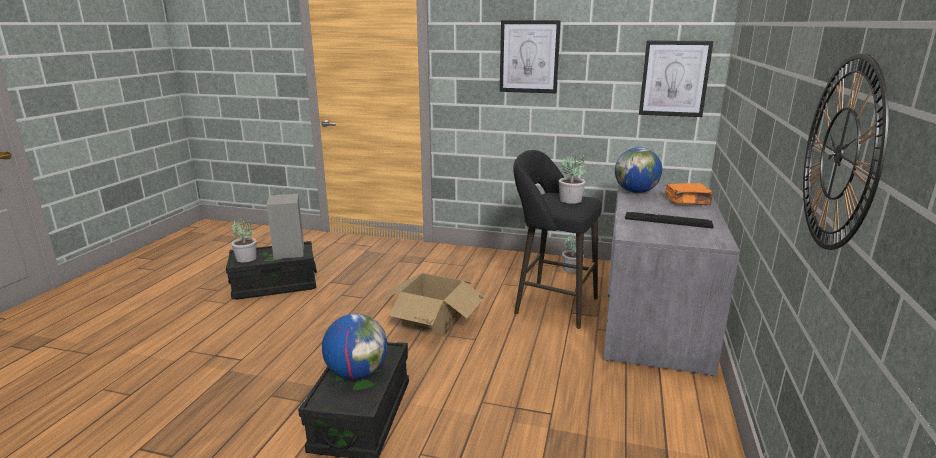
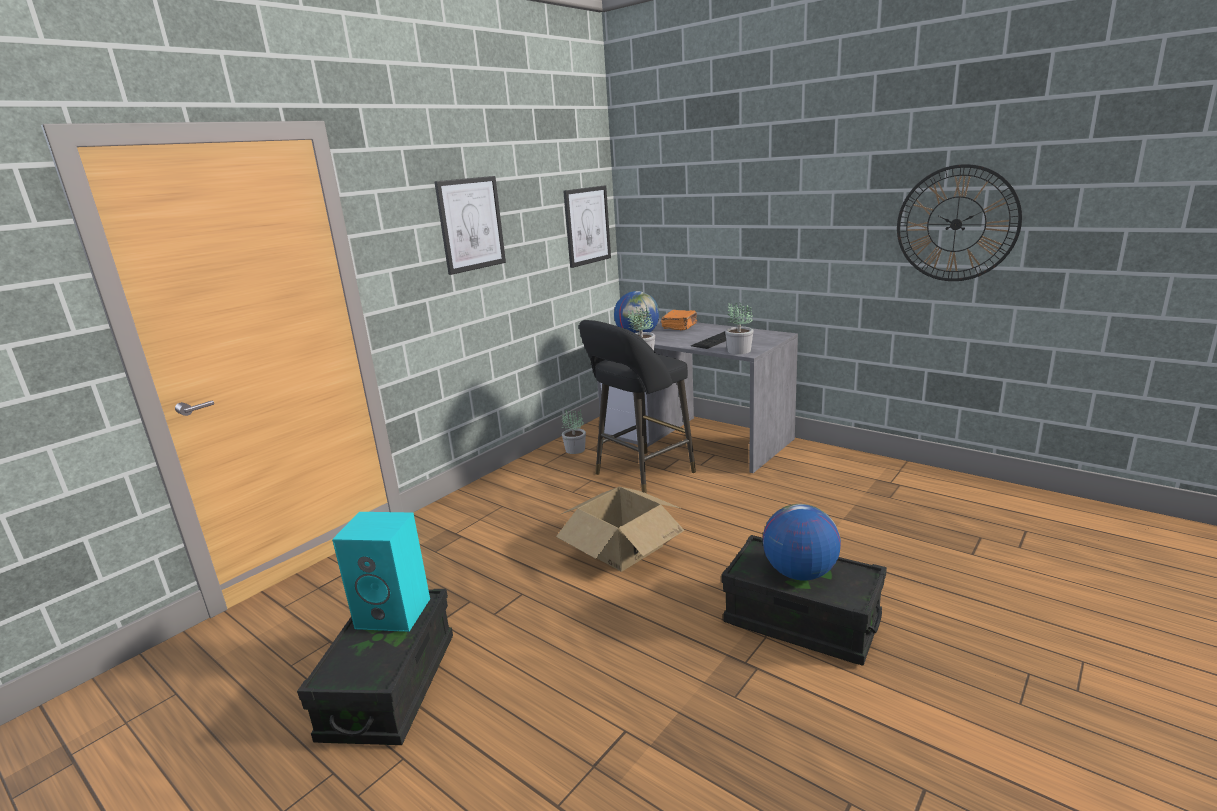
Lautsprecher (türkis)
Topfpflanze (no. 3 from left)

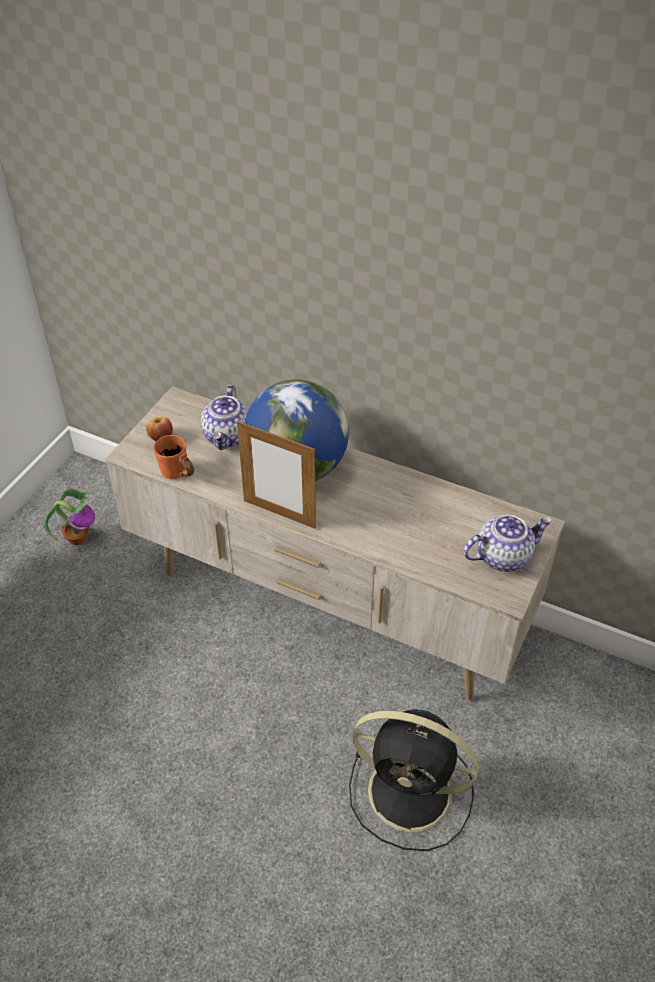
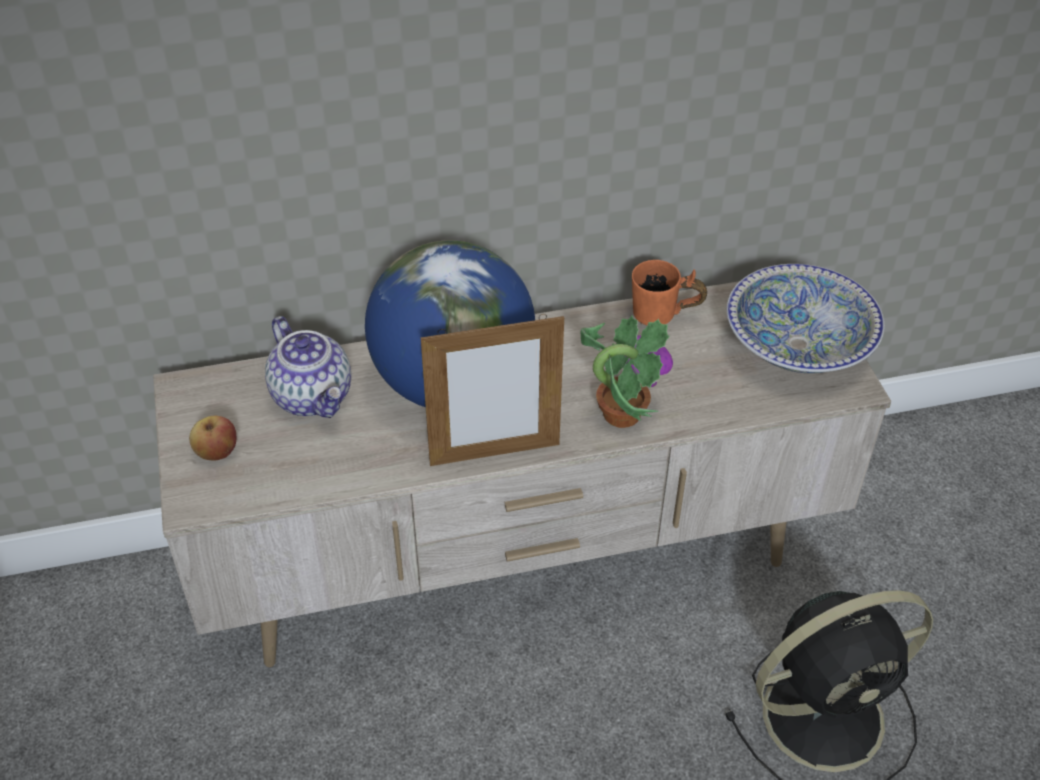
Topfpflanze
Henkelbecher (orange)
Schüssel

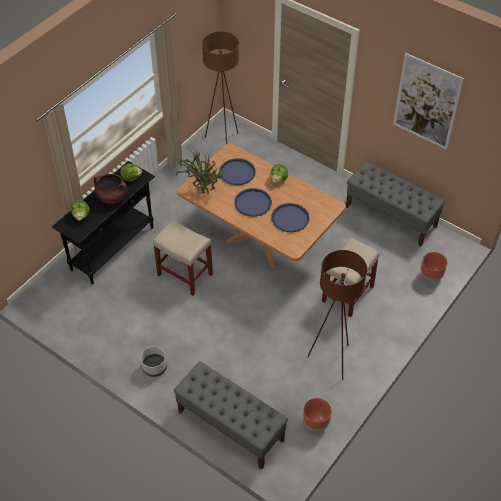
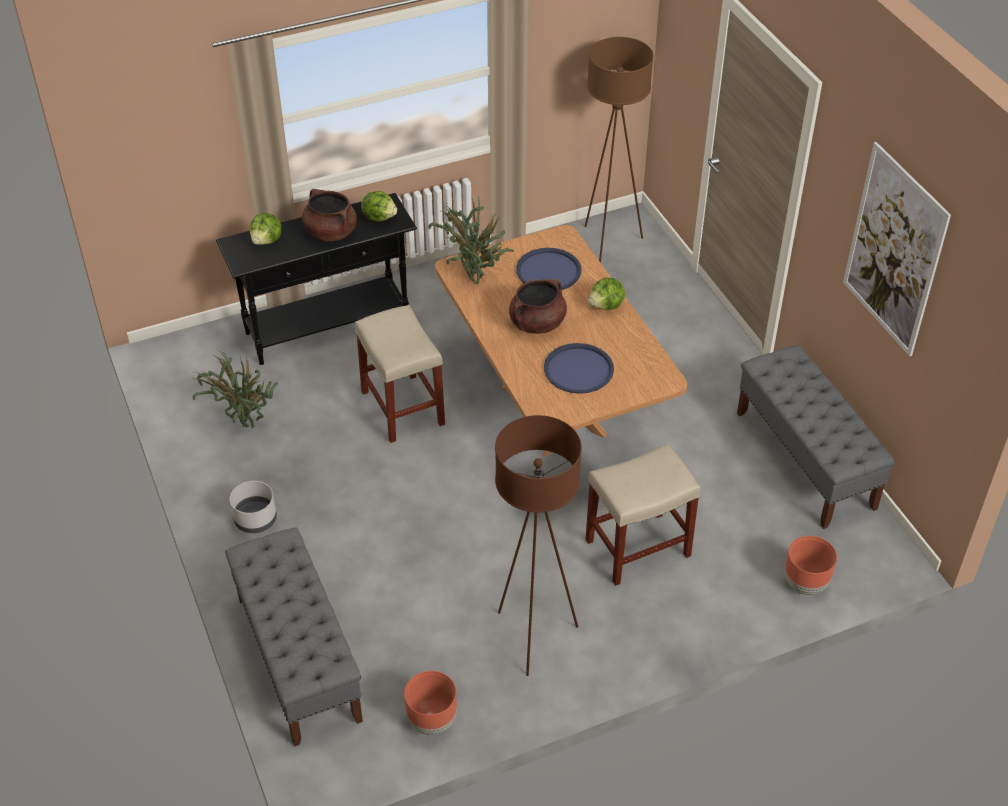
Topfpflanze (no. 1 from left)
Kochtopf (braun) (no. 2 from left)

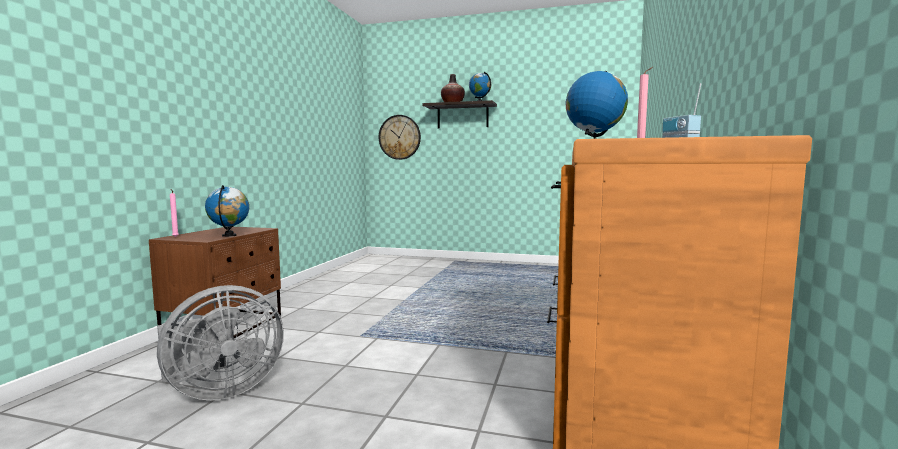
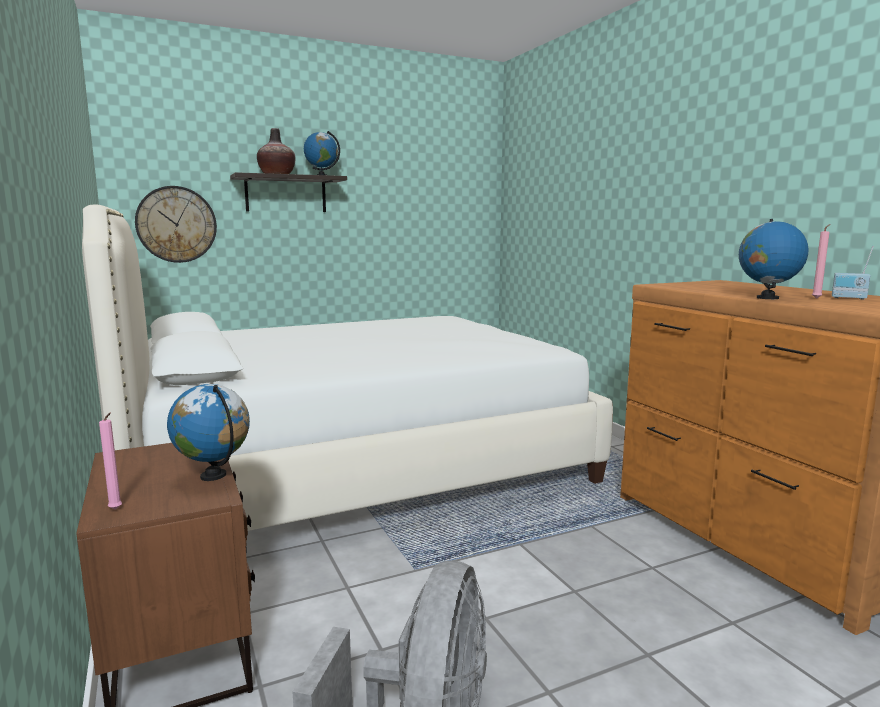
Bett (weiß)

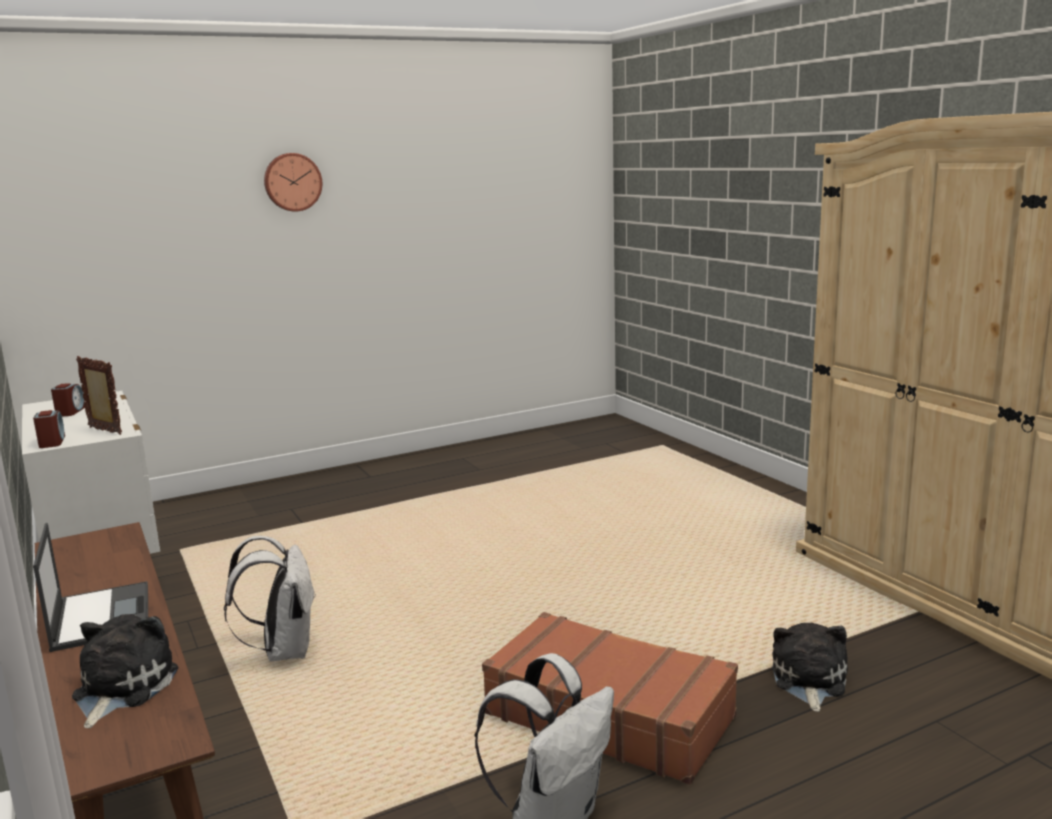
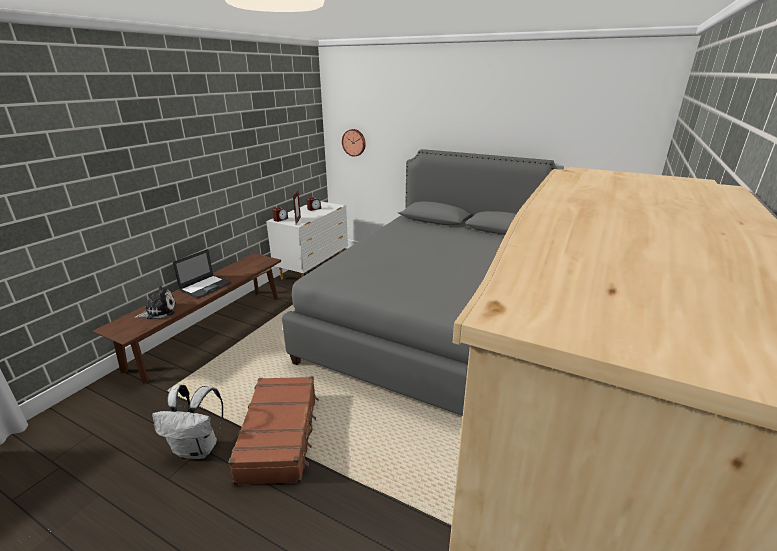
Bett (grau)
Wanduhr
Rucksack (weiß) (no. 1 from left in the first image)
Plüschtier (no. 2 from left in the first image)

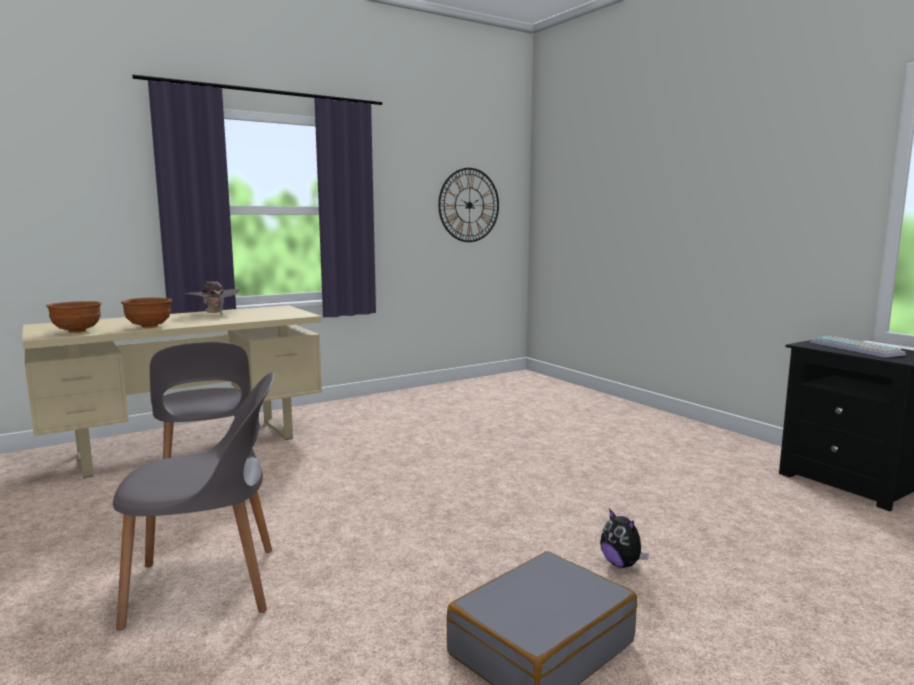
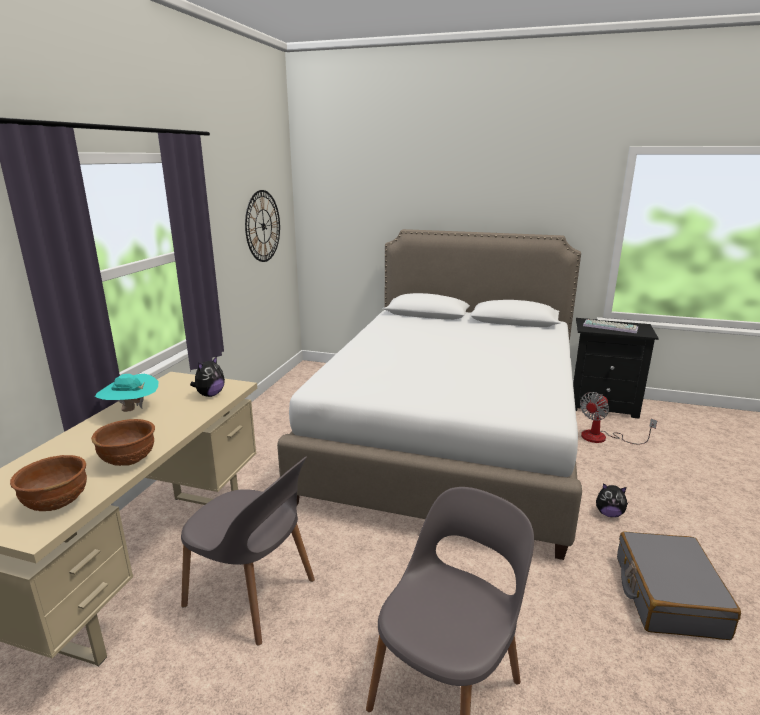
Hut (türkis)
Plüschtier (no. 1 from left)
Bett (weiß)
Ventilator

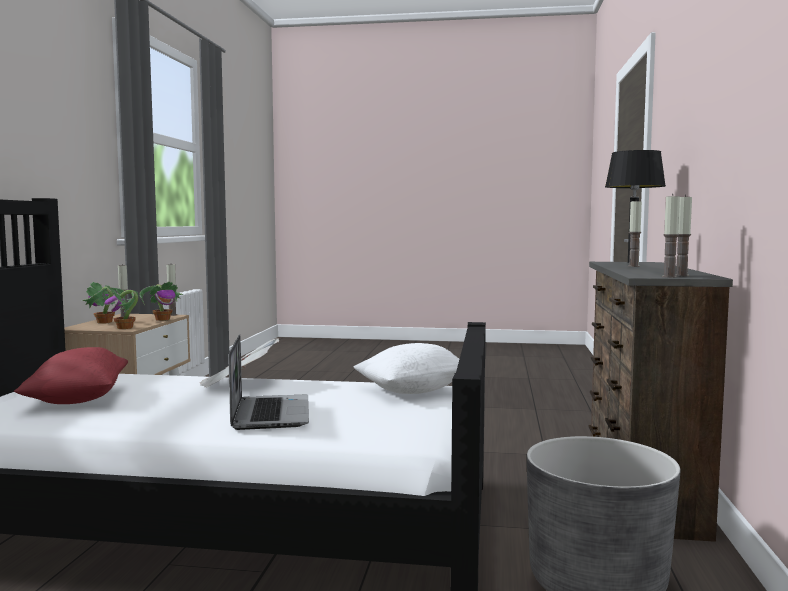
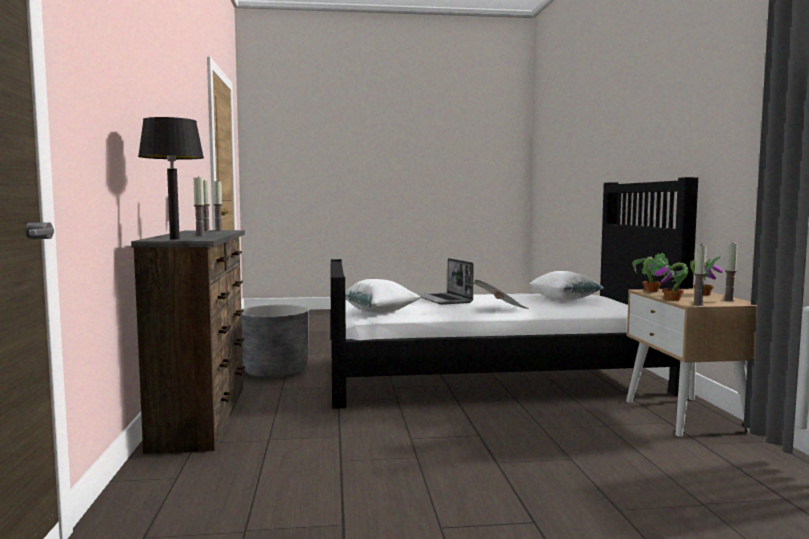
Kissen (weiß) (no. 2 from left)

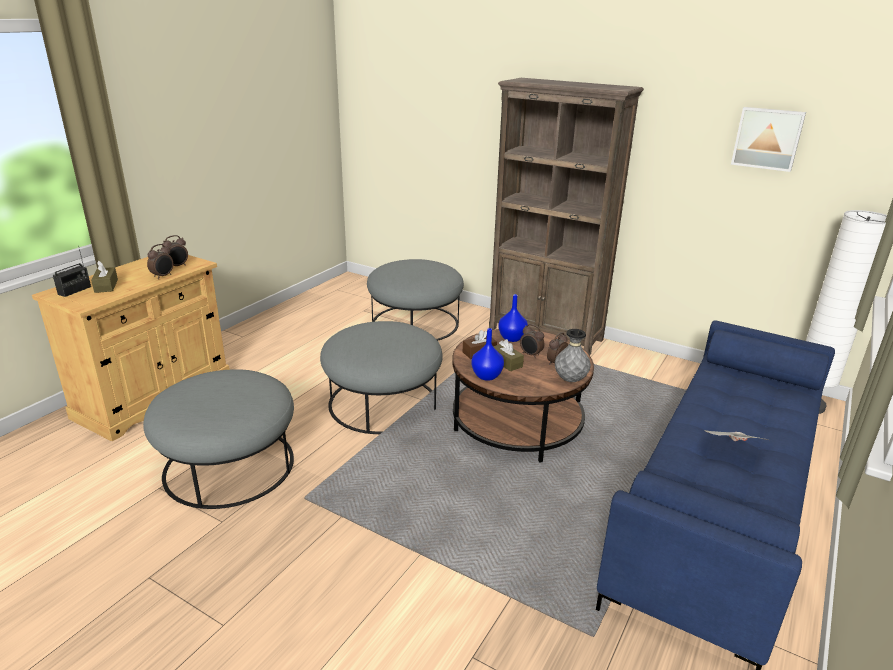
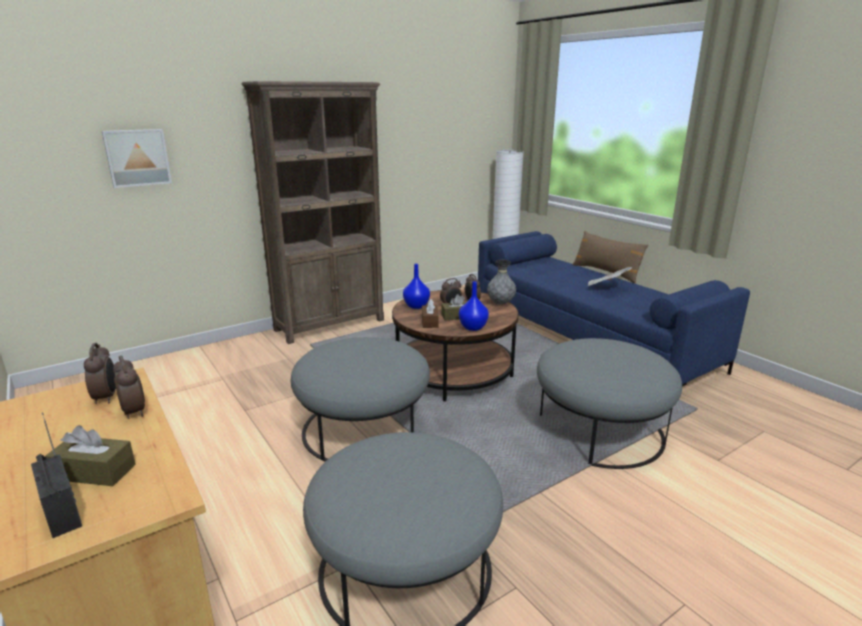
Bild
Polsterhocker (grau) (no. 3 from left)
Kissen (braun)

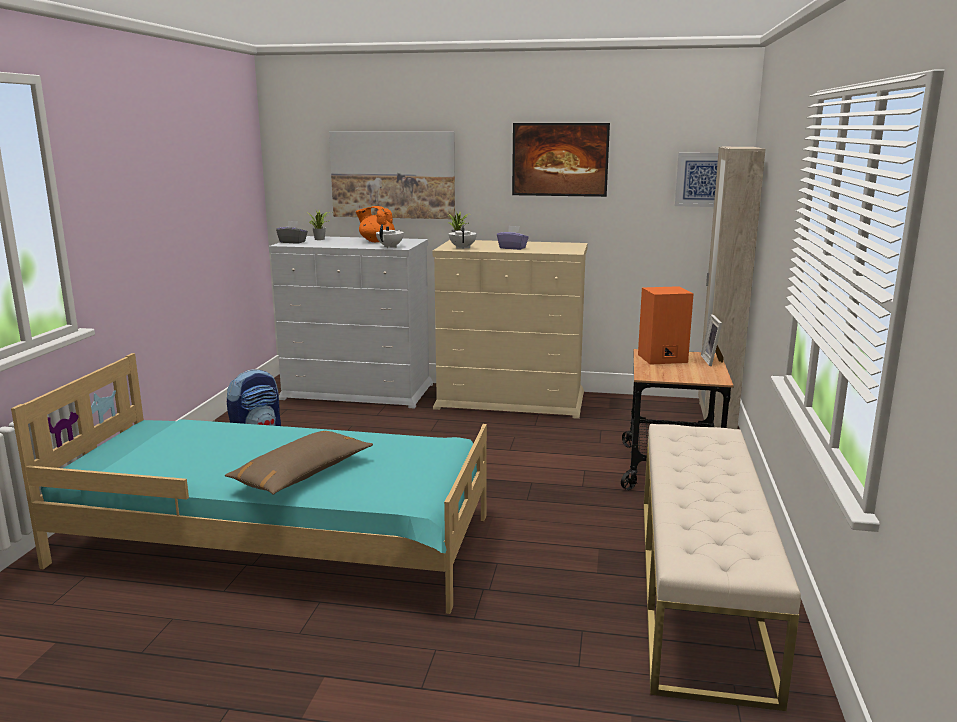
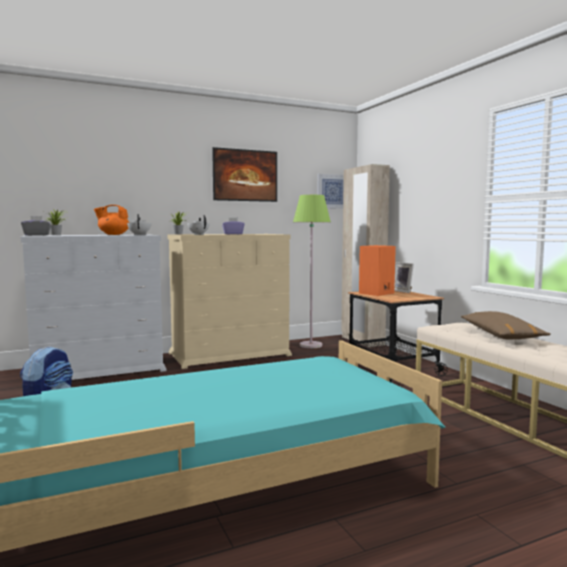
Stehlampe (grün)
Kissen (braun)
Bild (no. 1 from left in the first image)

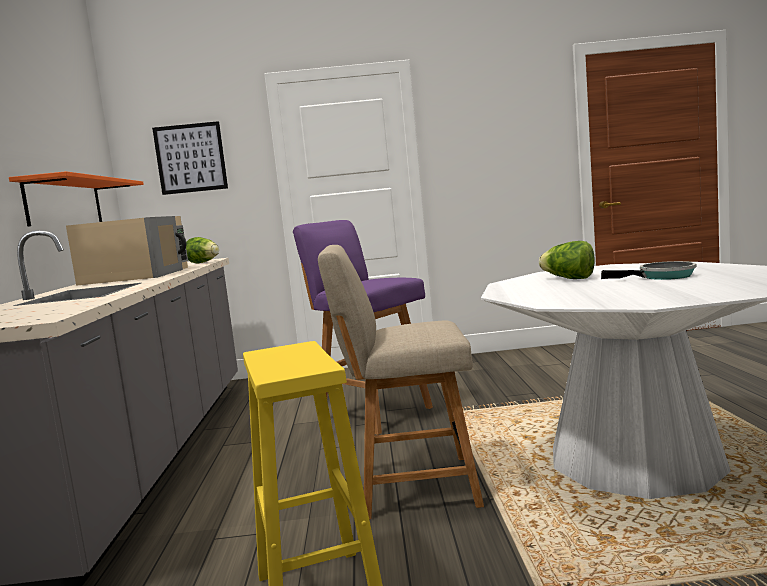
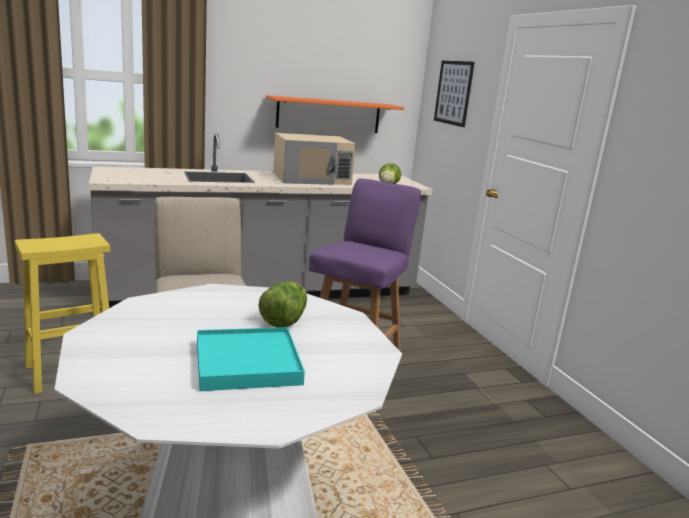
Tablett (türkis)

